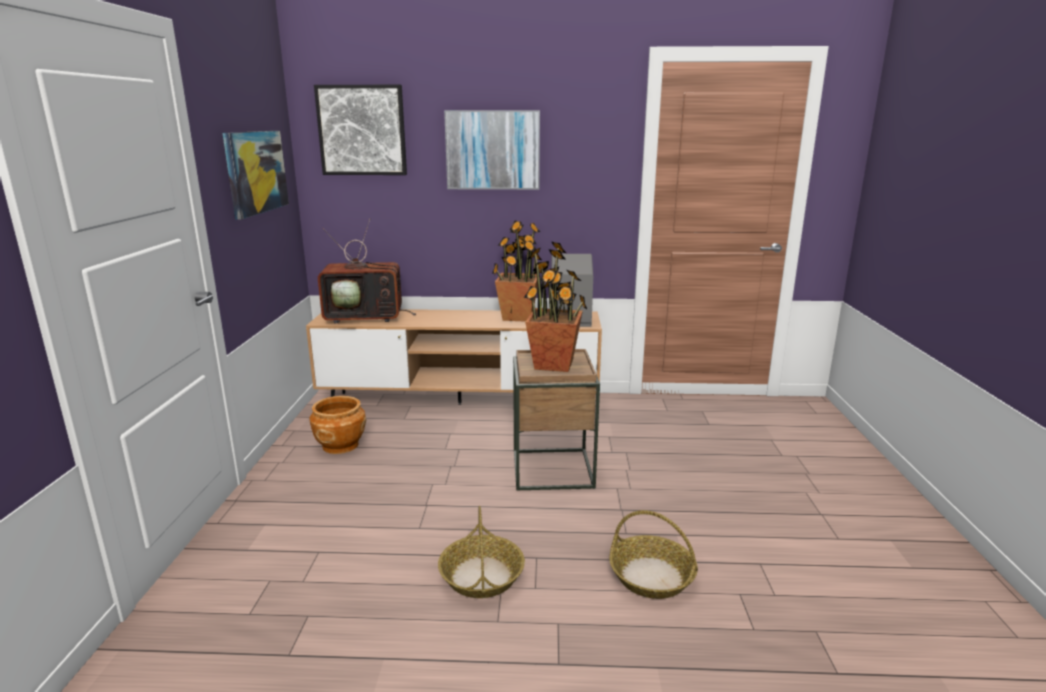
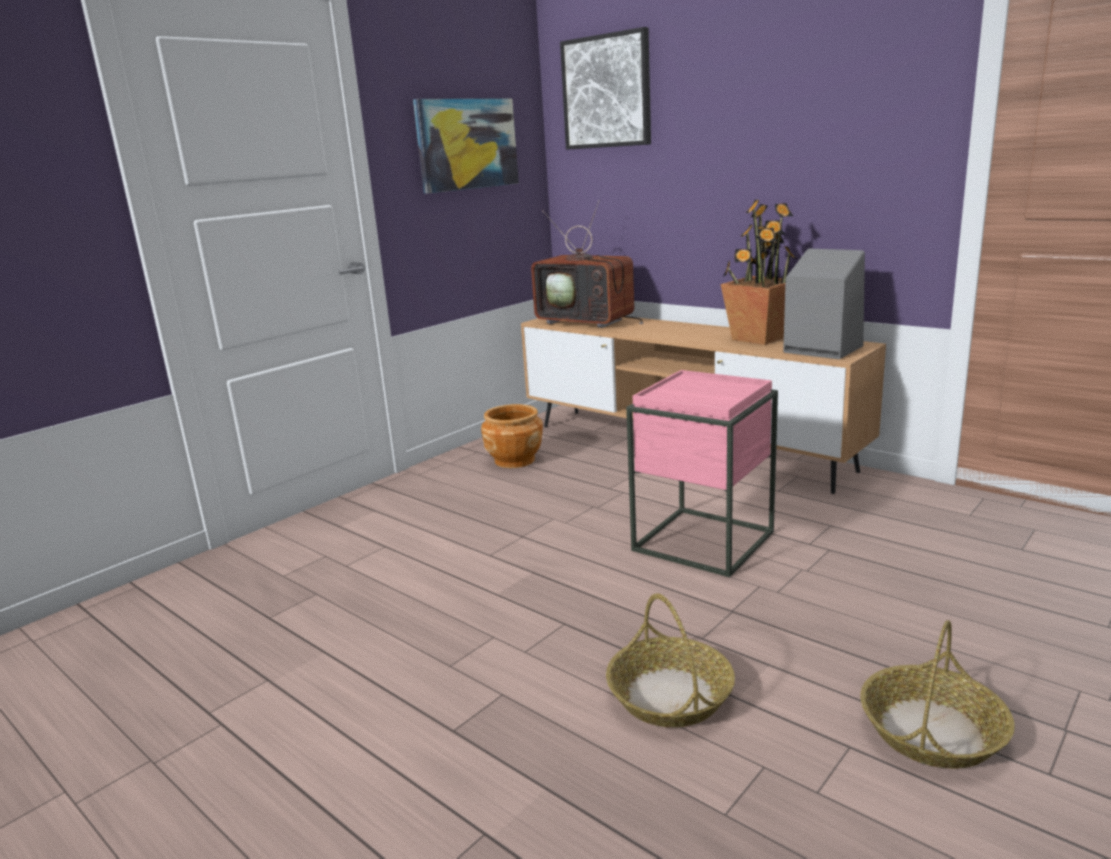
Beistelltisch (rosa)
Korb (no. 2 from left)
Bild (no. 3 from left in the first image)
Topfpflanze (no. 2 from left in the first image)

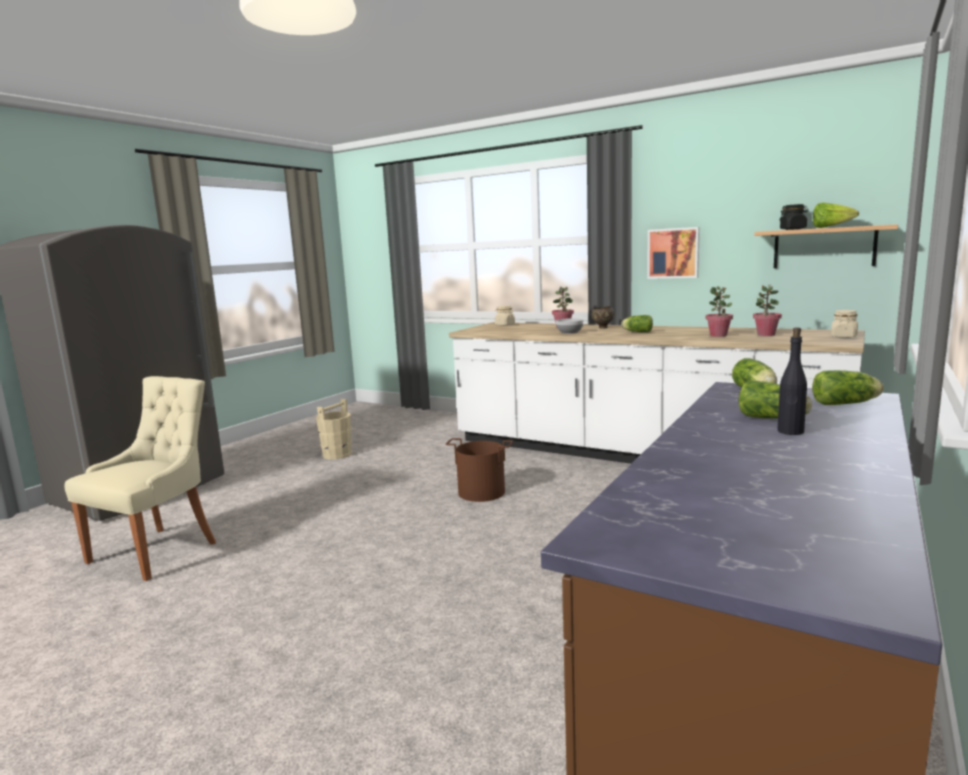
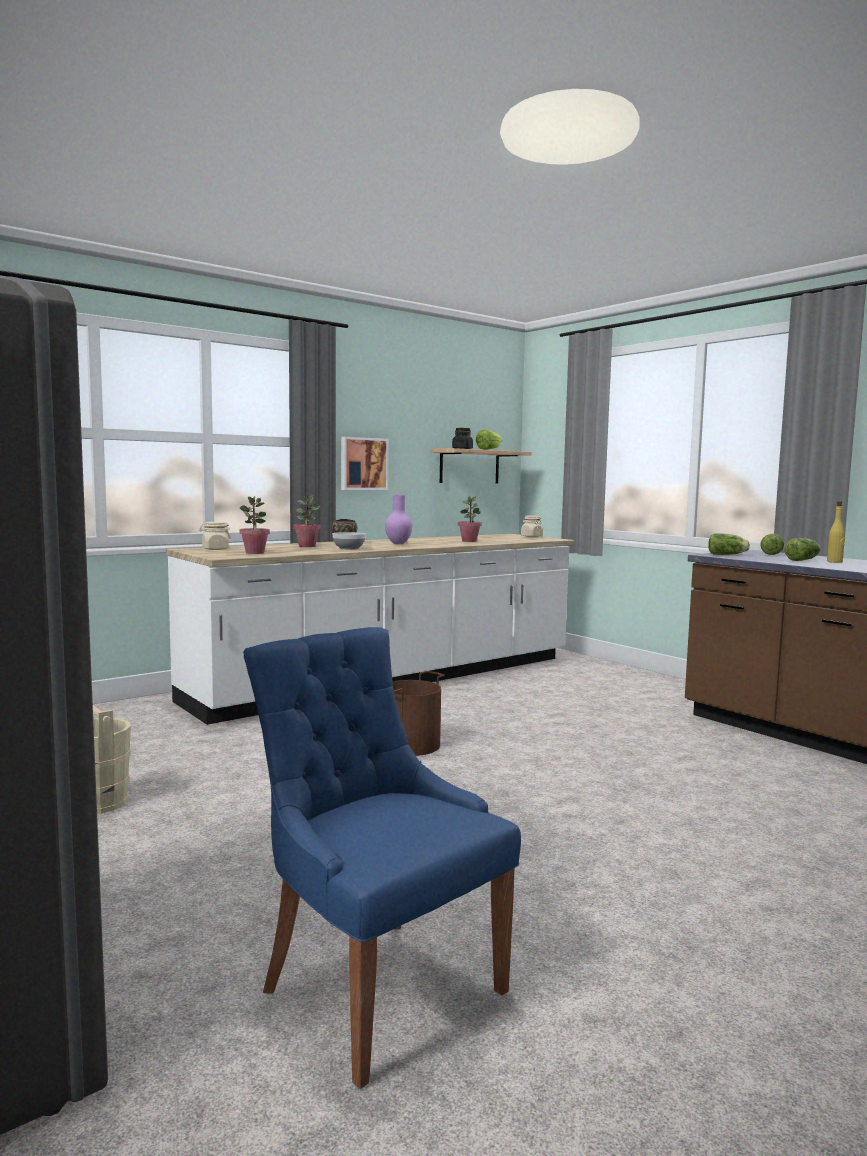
Topfpflanze (no. 1 from left)
Stuhl (blau)
Vase (lila)
Flasche (gelb)

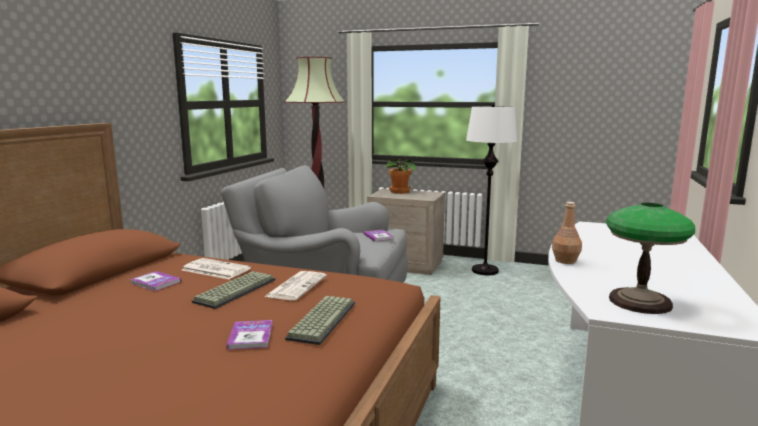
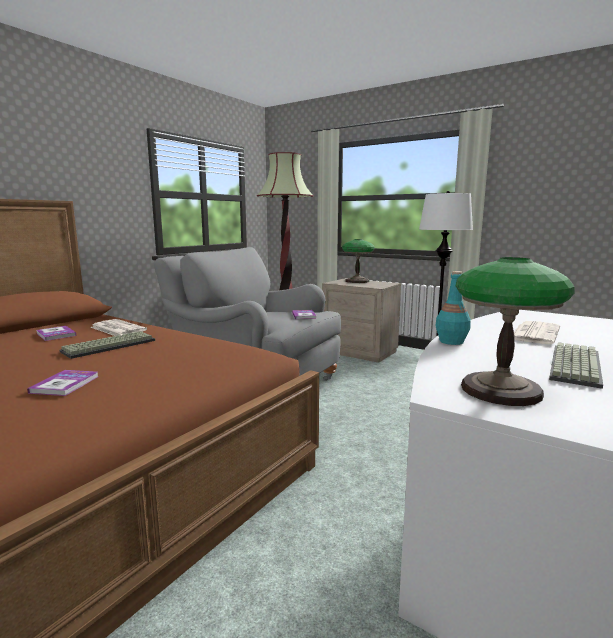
Tischlampe (no. 1 from left)
Flasche (türkis)
Zeitung (no. 2 from left)
Tastatur (no. 2 from left)

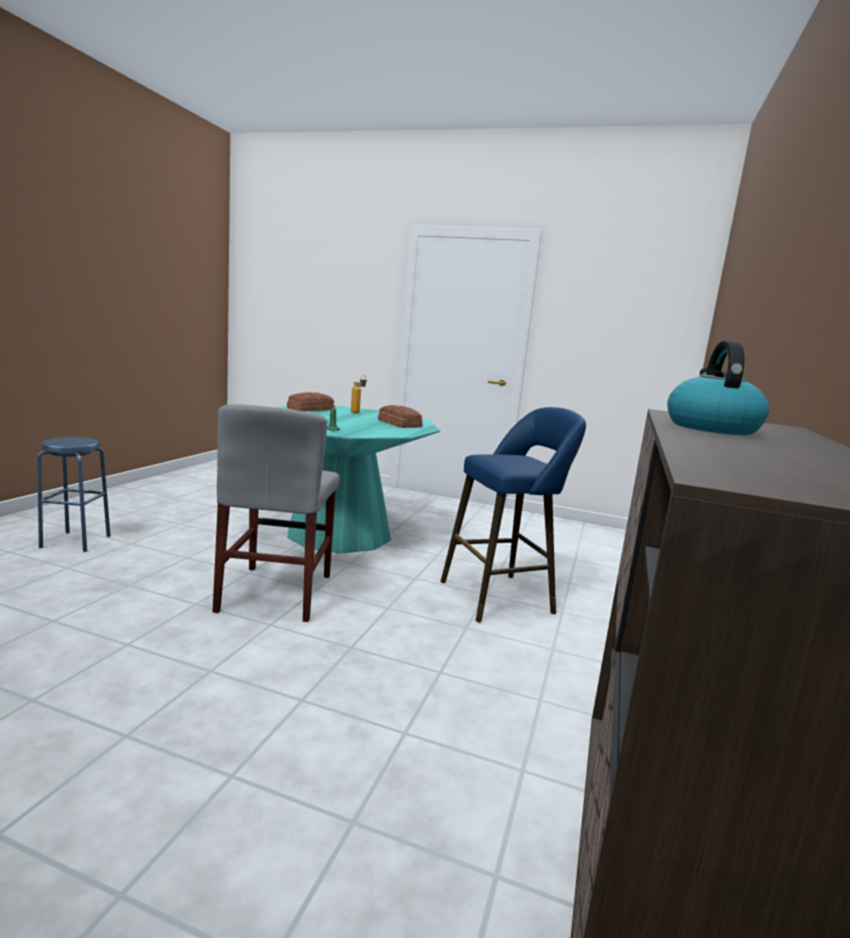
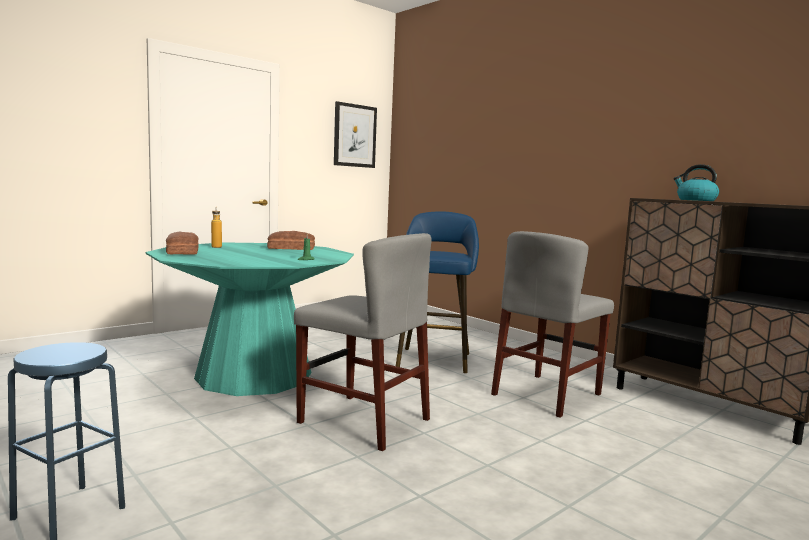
Bild
Stuhl (grau) (no. 2 from left)

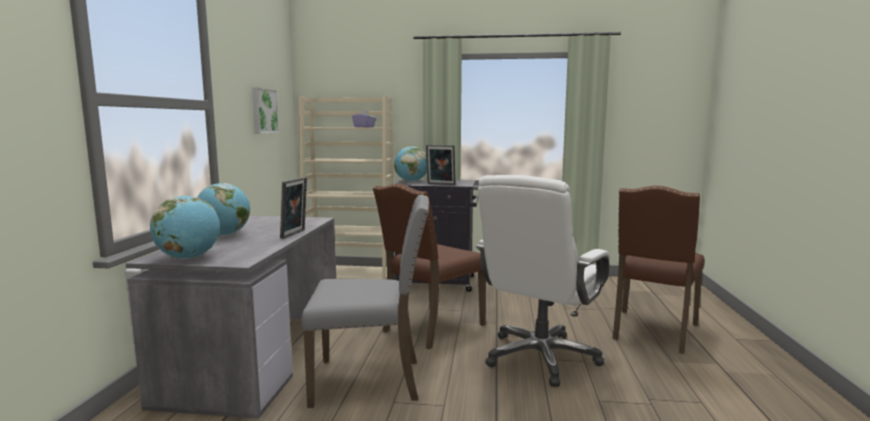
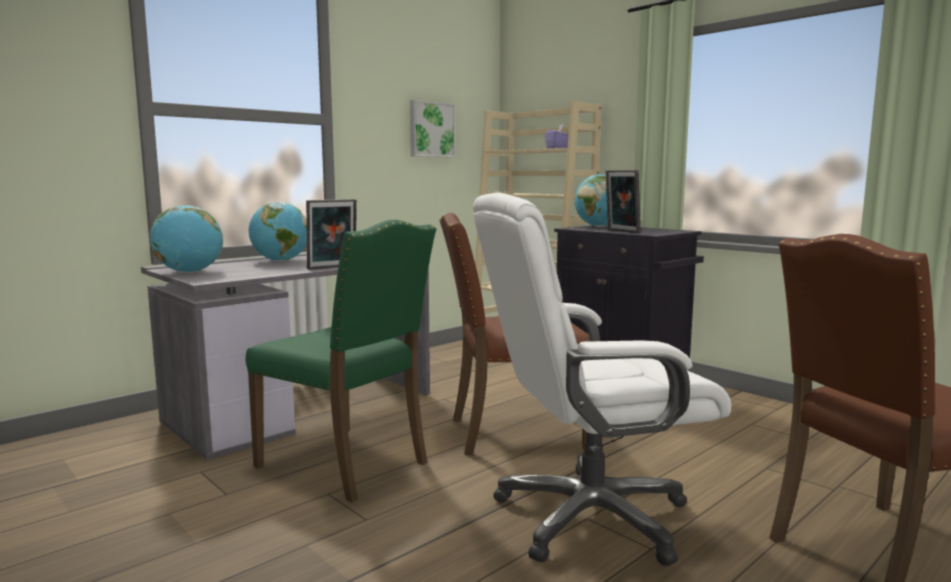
Stuhl (grün)

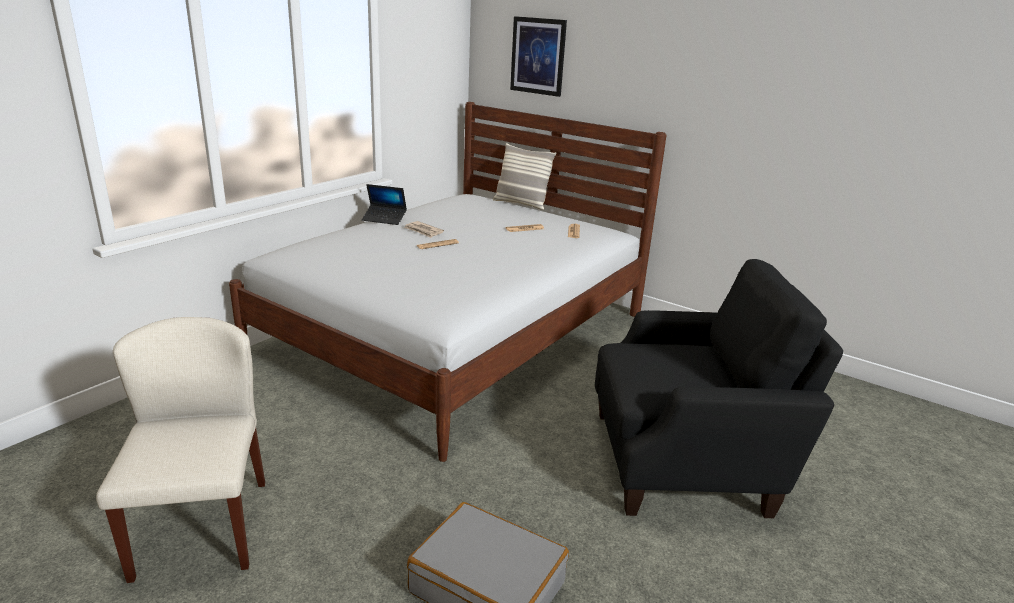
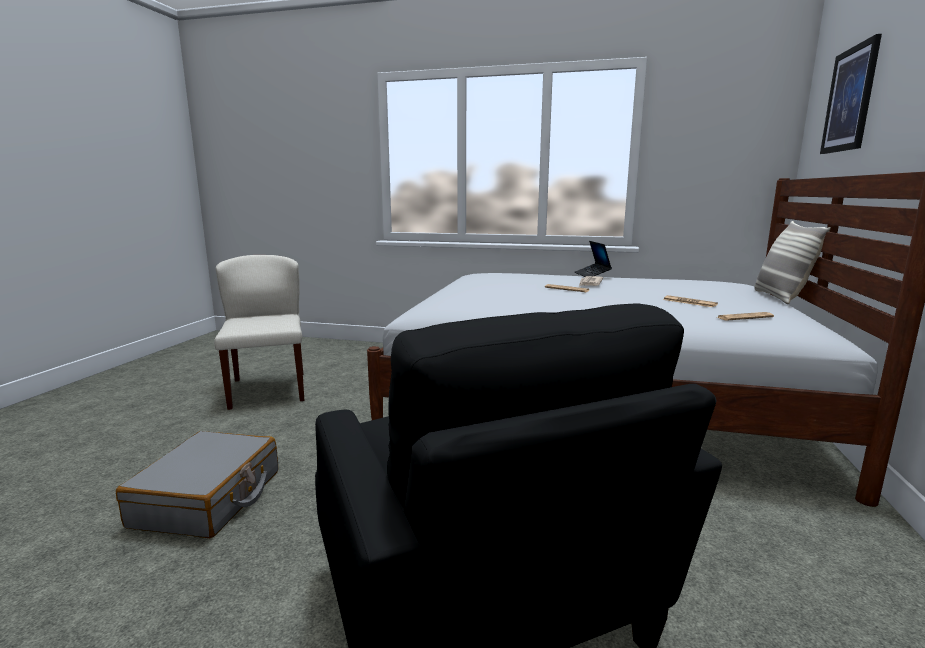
Stuhl (beige)

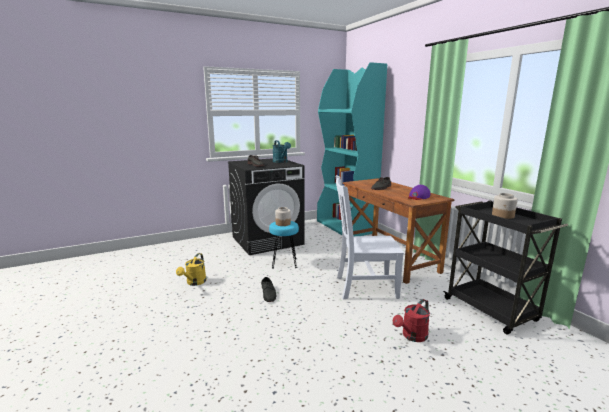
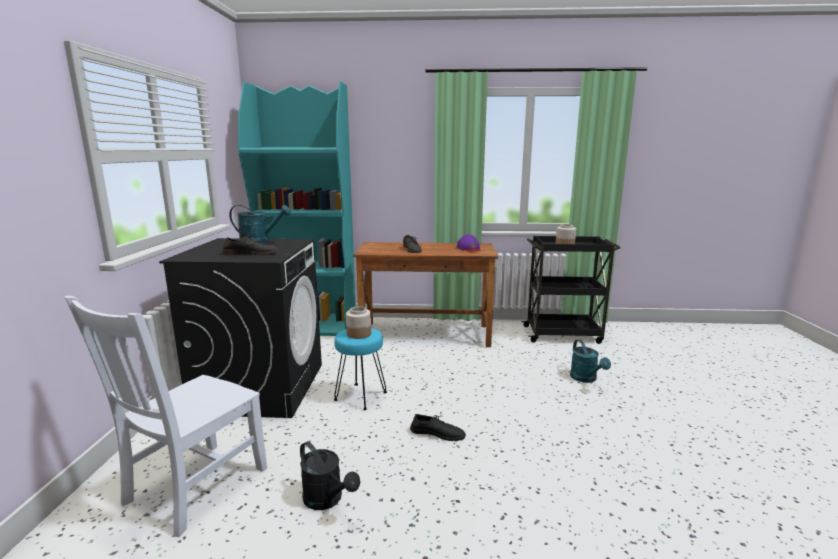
Stuhl (weiß)
Gießkanne (schwarz)
Gießkanne (türkis) (no. 2 from left)

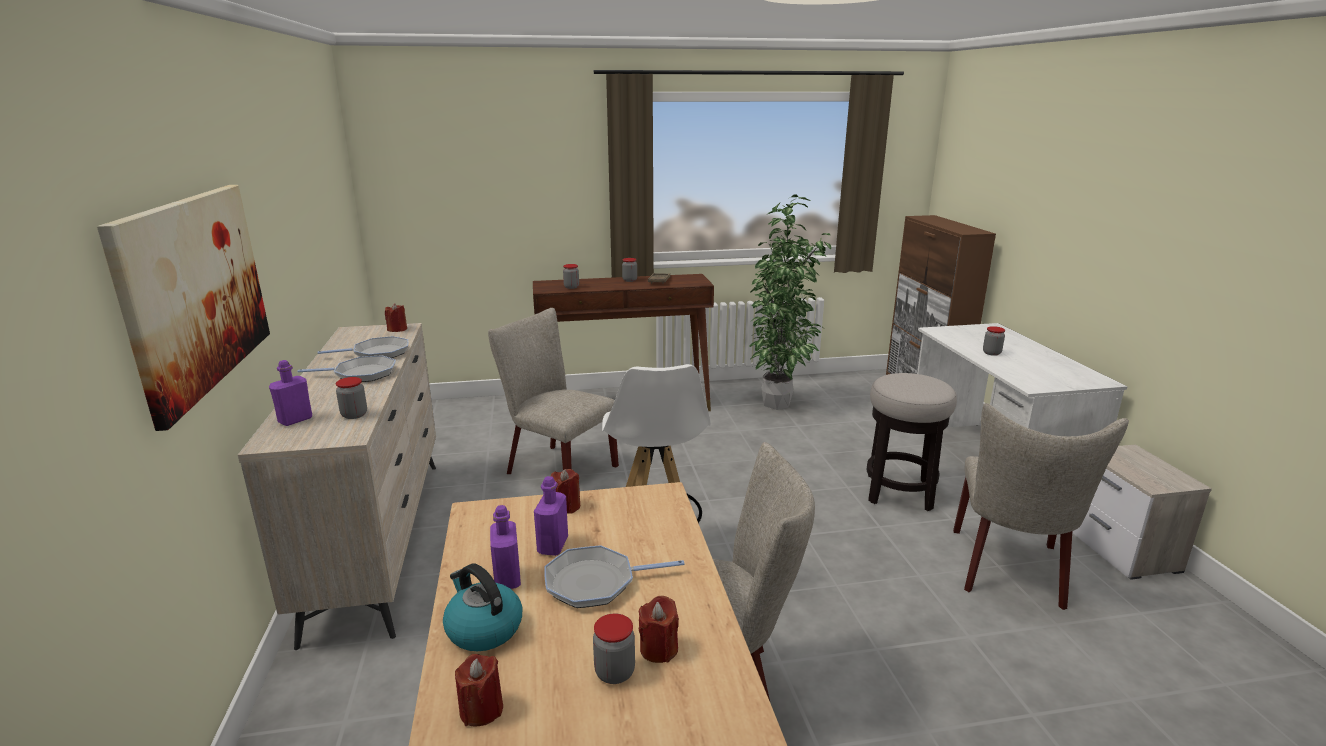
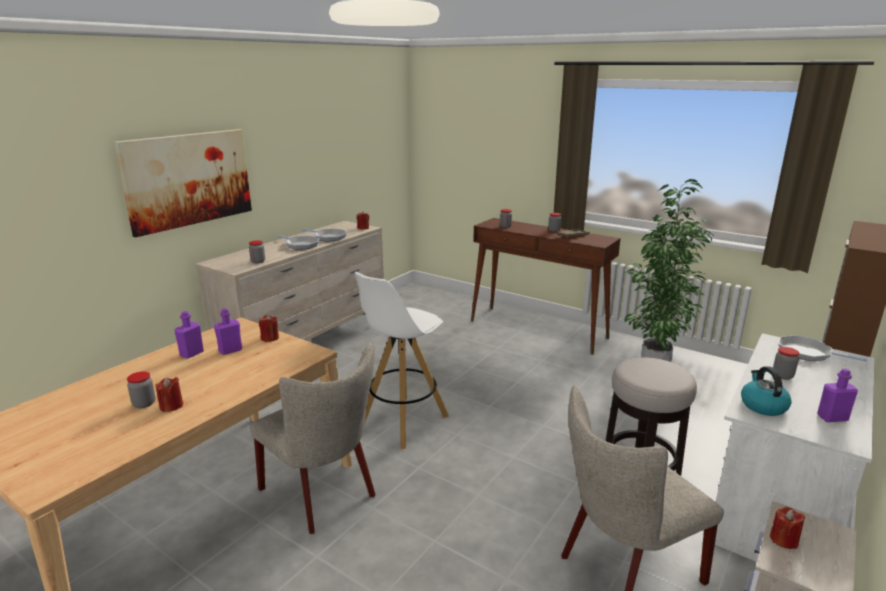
Wasserkessel
Kerze (rot) (no. 4 from left)
Pfanne (no. 3 from left)
Flasche (lila) (no. 3 from left)
Stuhl (beige) (no. 1 from left in the first image)

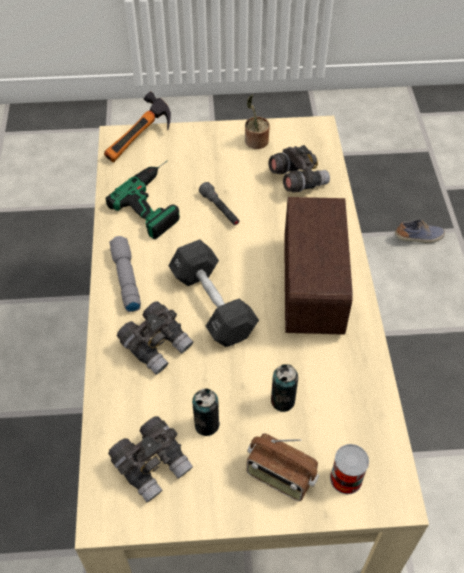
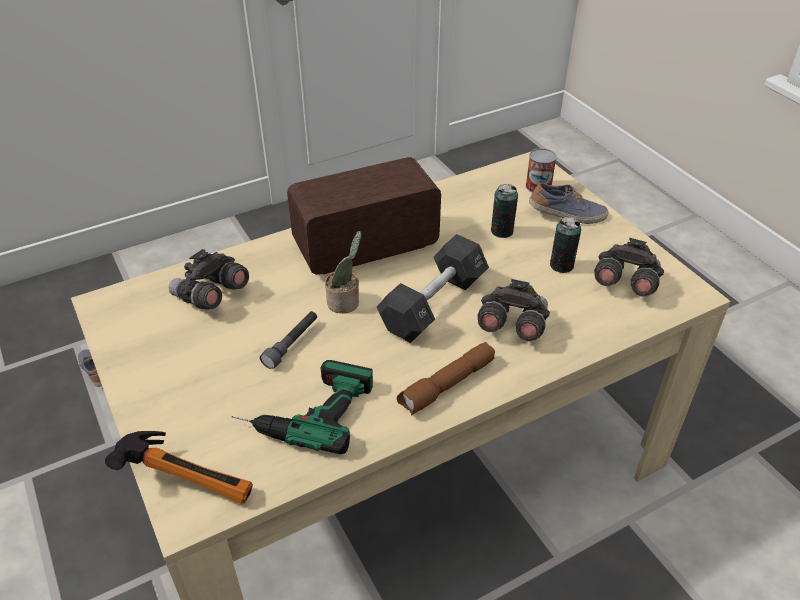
Topfpflanze
Taschenlampe (braun)
Schuh (no. 2 from left)

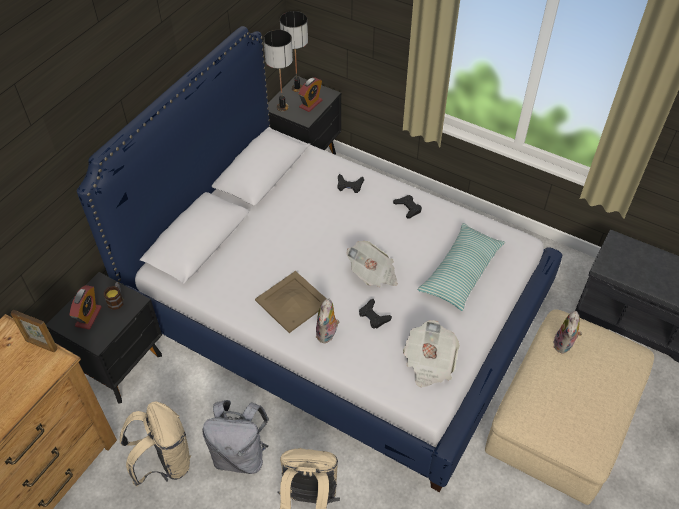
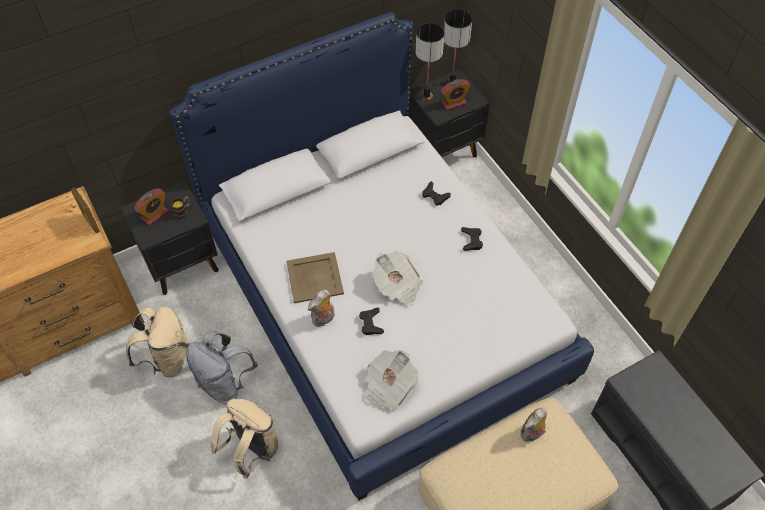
Kissen

